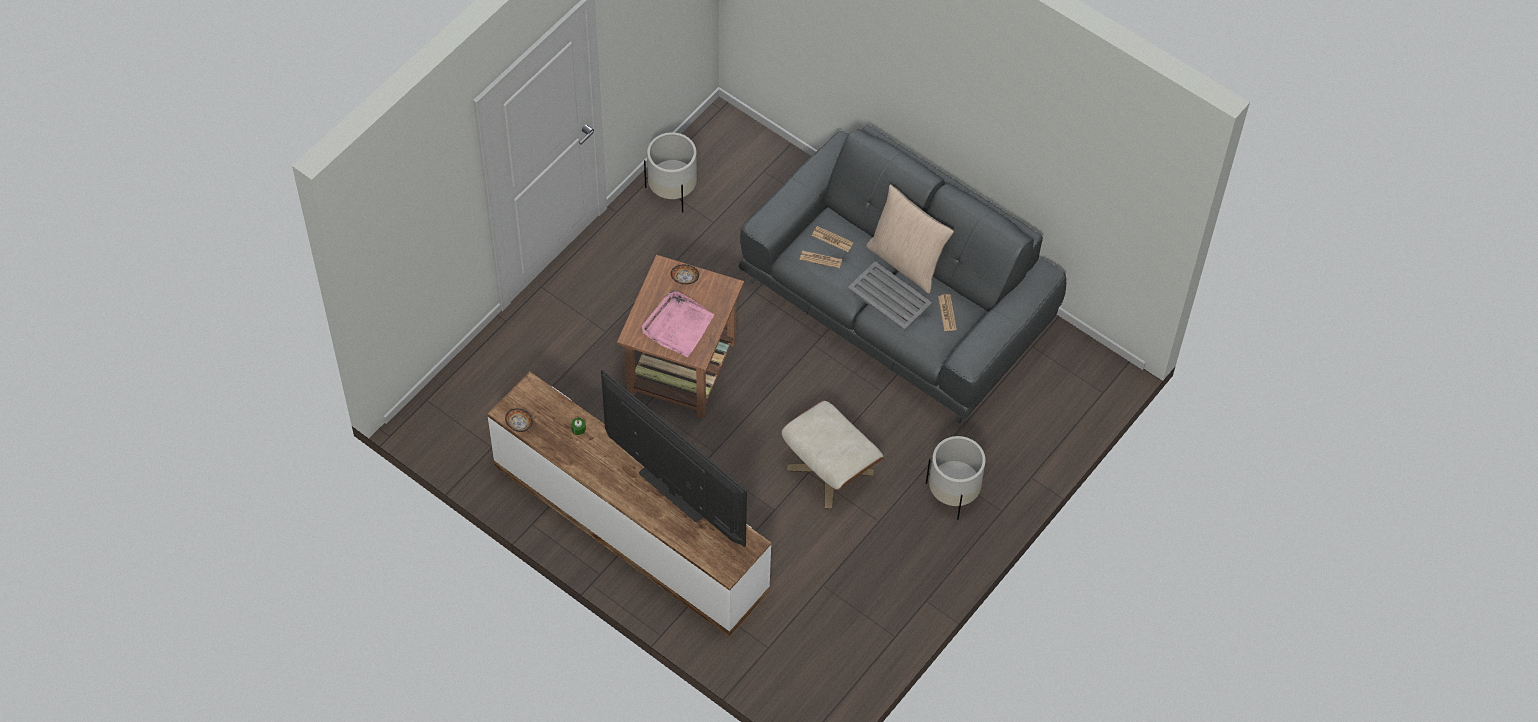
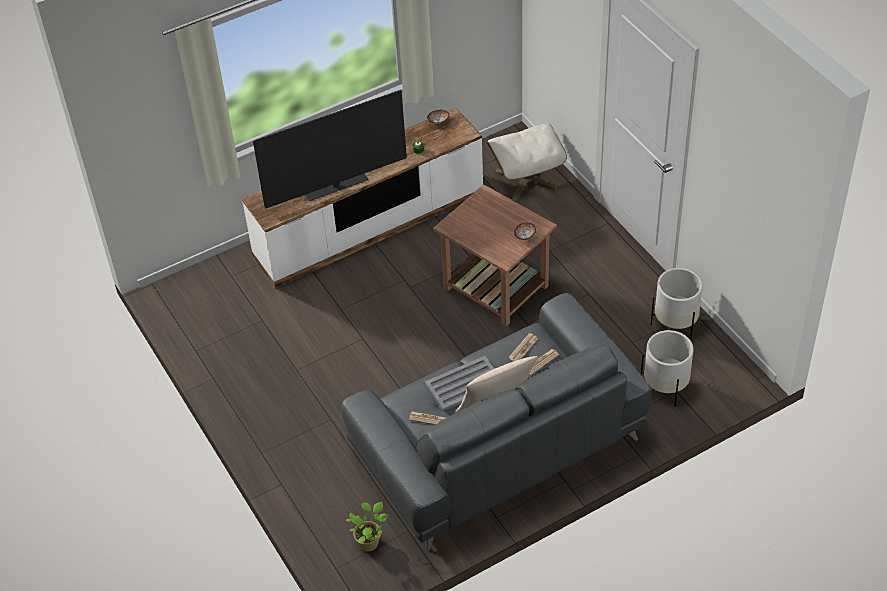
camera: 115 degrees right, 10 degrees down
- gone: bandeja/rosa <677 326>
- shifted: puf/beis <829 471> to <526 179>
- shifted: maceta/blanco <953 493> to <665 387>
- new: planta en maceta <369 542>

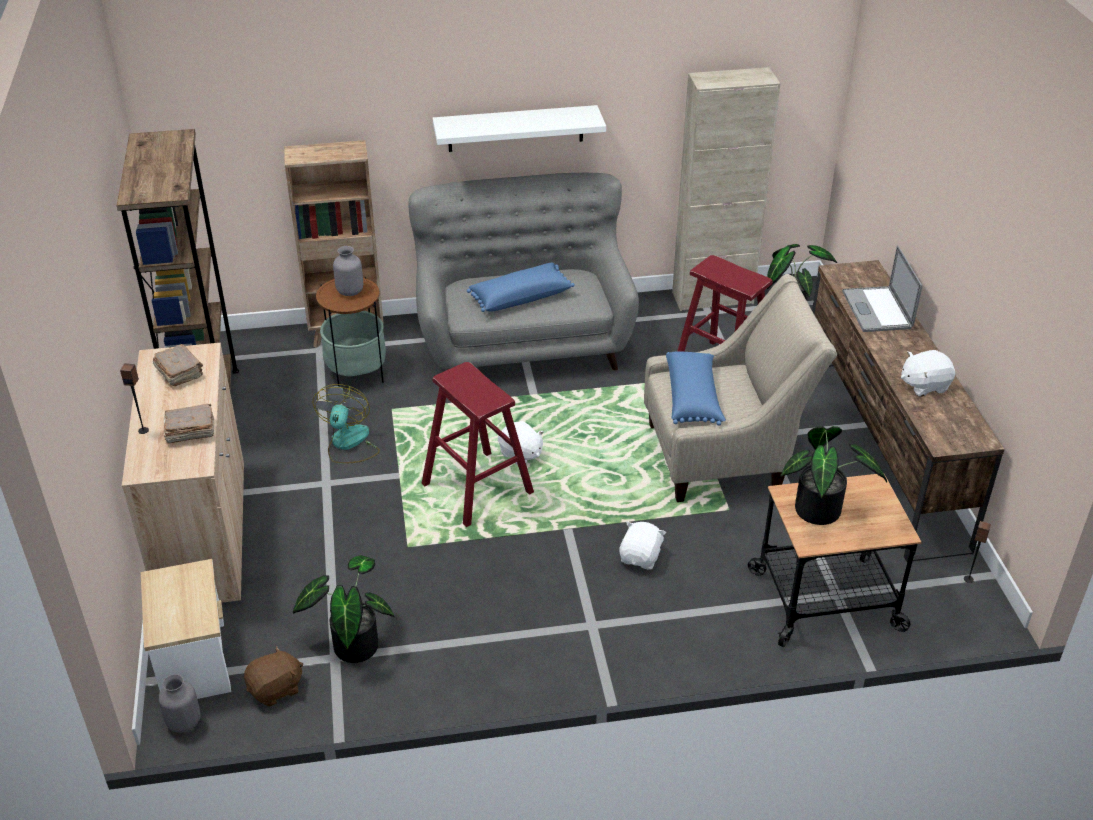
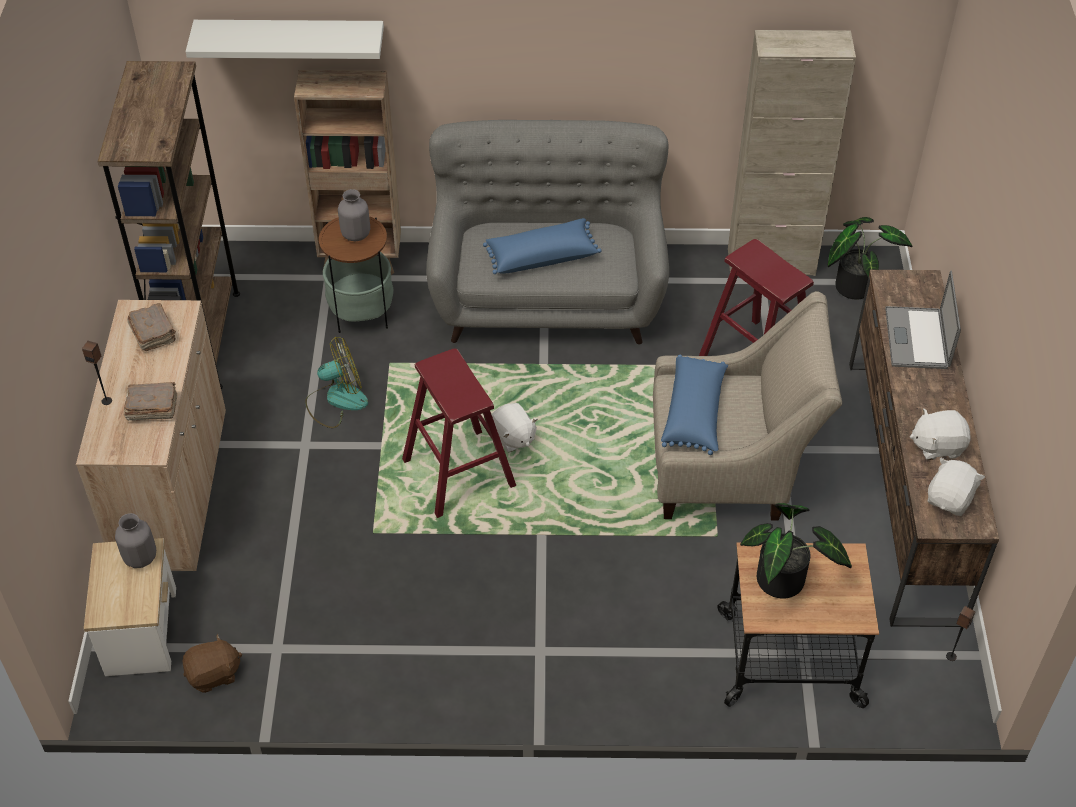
camera: 10 degrees right, 10 degrees up
- shifted: florero/gris <184 722> to <140 557>
- gone: planta en maceta <352 643>
- rotated: ventilador <348 444> = <336 400> 60 degrees clockwise
- shifted: estante/blanco <515 128> to <290 38>
- shifted: peluche/blanco <641 557> to <950 499>

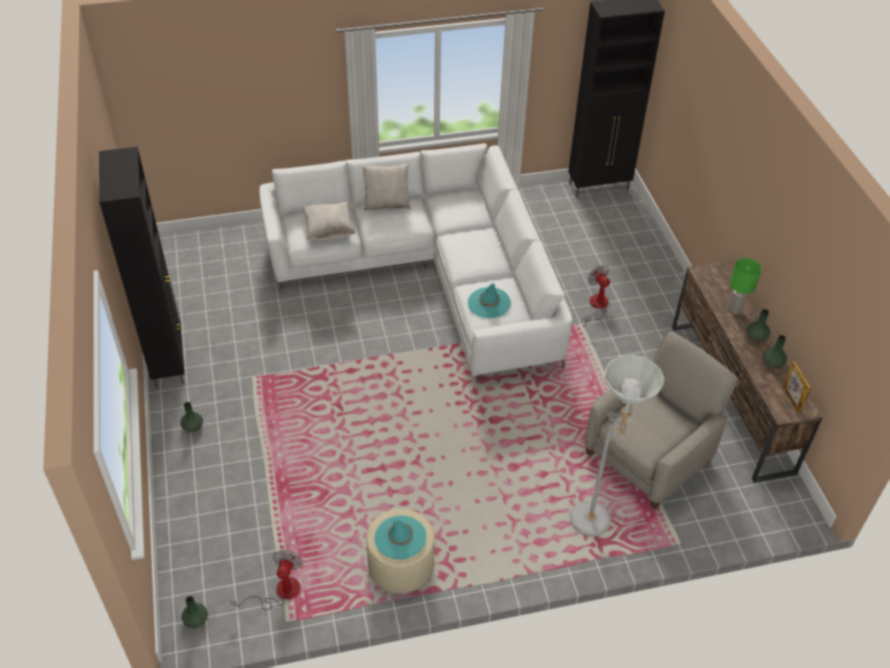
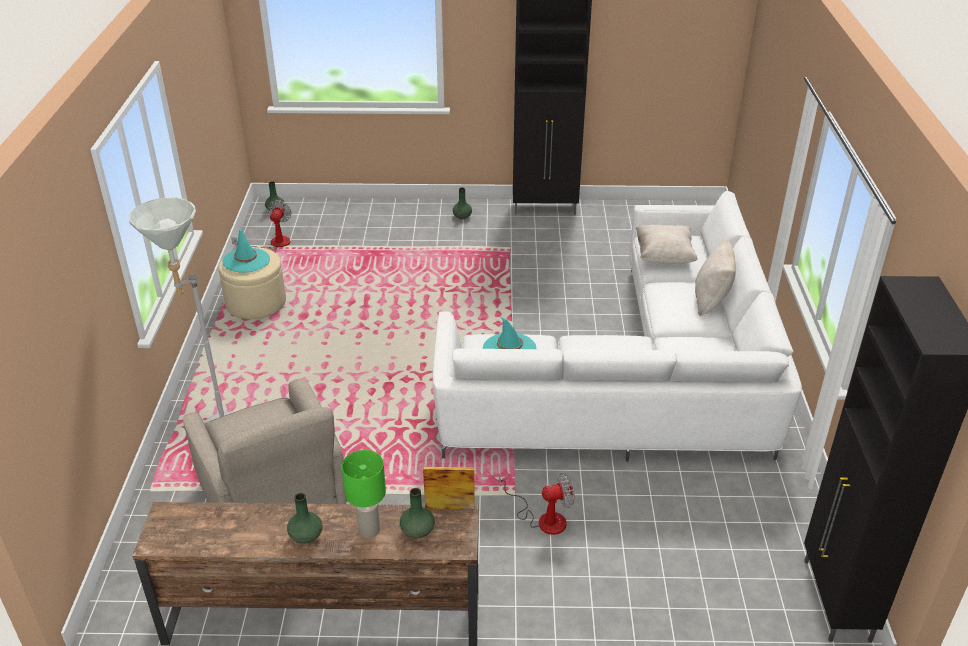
camera: 105 degrees right, 10 degrees down
- rotated: ventilador <279 592> = <273 244> 105 degrees counterclockwise
- shifted: florero/verde <772 362> to <418 531>
- shifted: portarretratos <791 399> to <449 507>

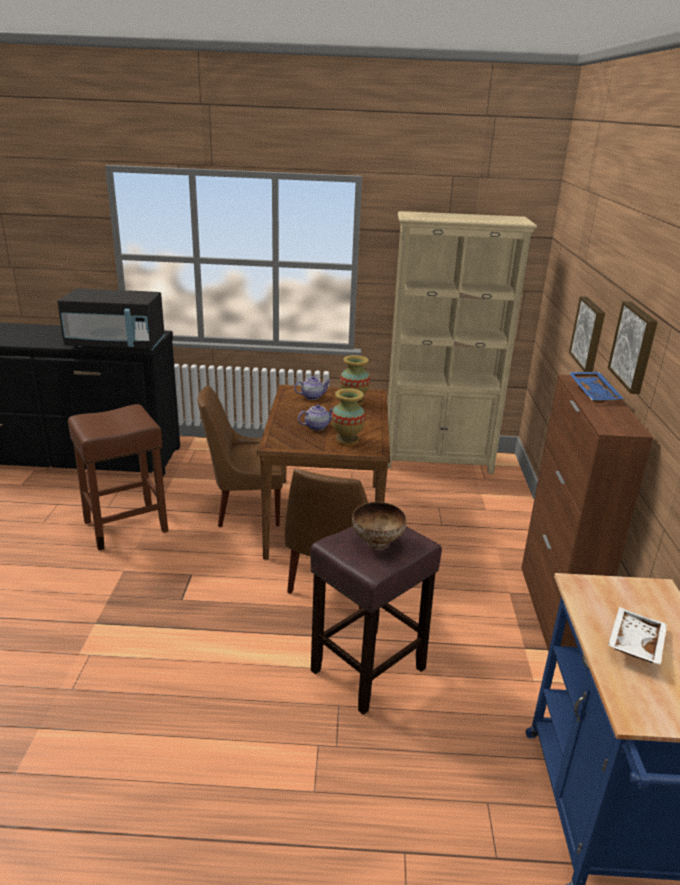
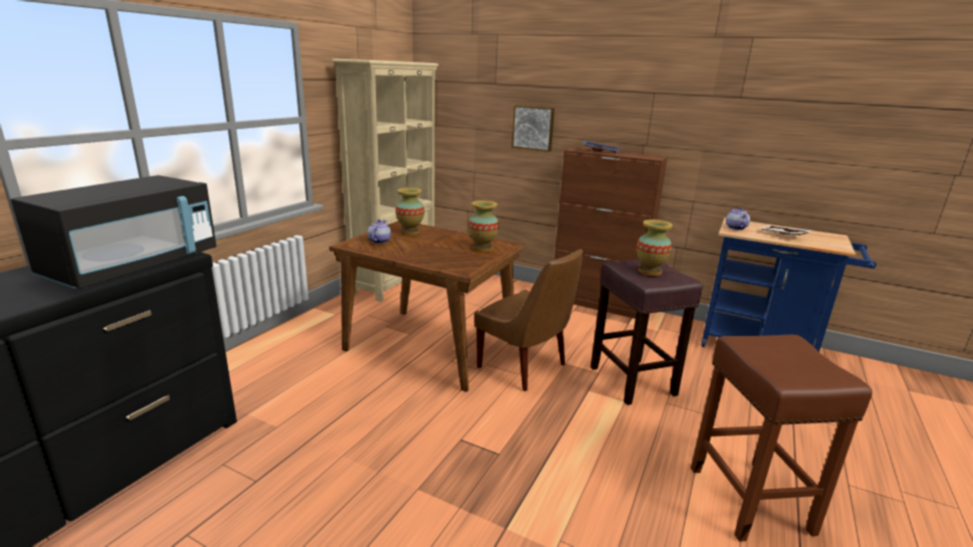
camera: 65 degrees left, 5 degrees down
- shifted: taburete/marrón <127 526> to <747 498>
- gone: silla/marrón <246 509>
- shifted: tetera <317 426> to <735 228>
- swapped: cuenco <376 543> to florero <649 271>
- gone: cuadro <635 346>

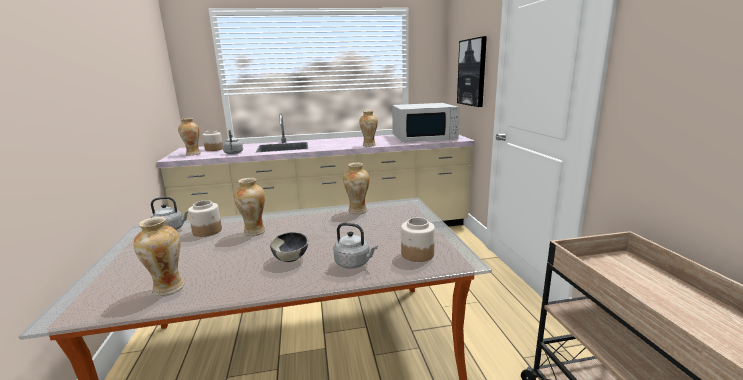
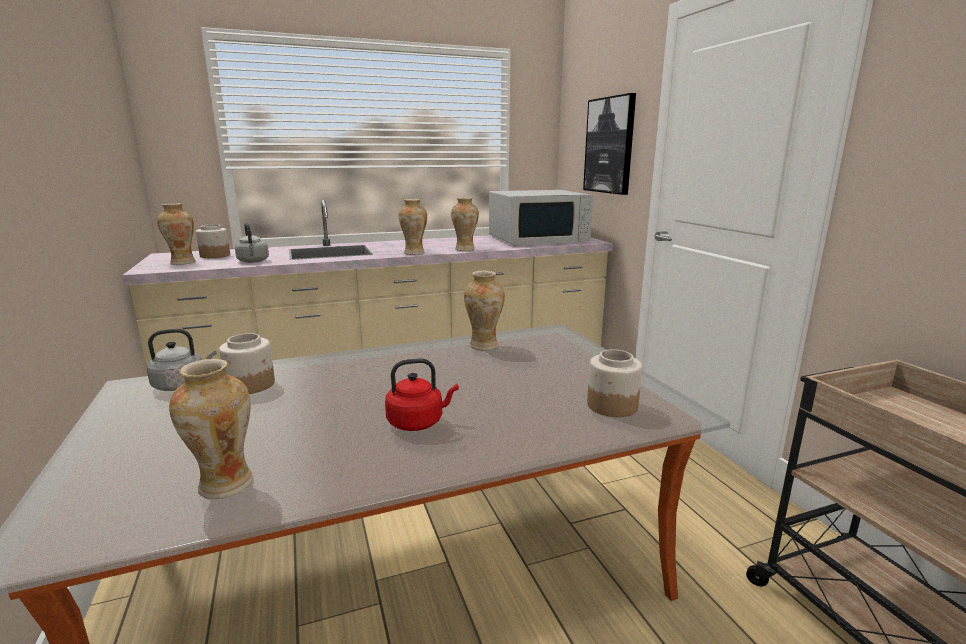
camera: 10 degrees left, 0 degrees up
- shifted: florero <254 232> to <414 253>
- swapped: cuenco <291 258> to hervidor/rojo <418 422>
- gone: hervidor/gris <354 263>

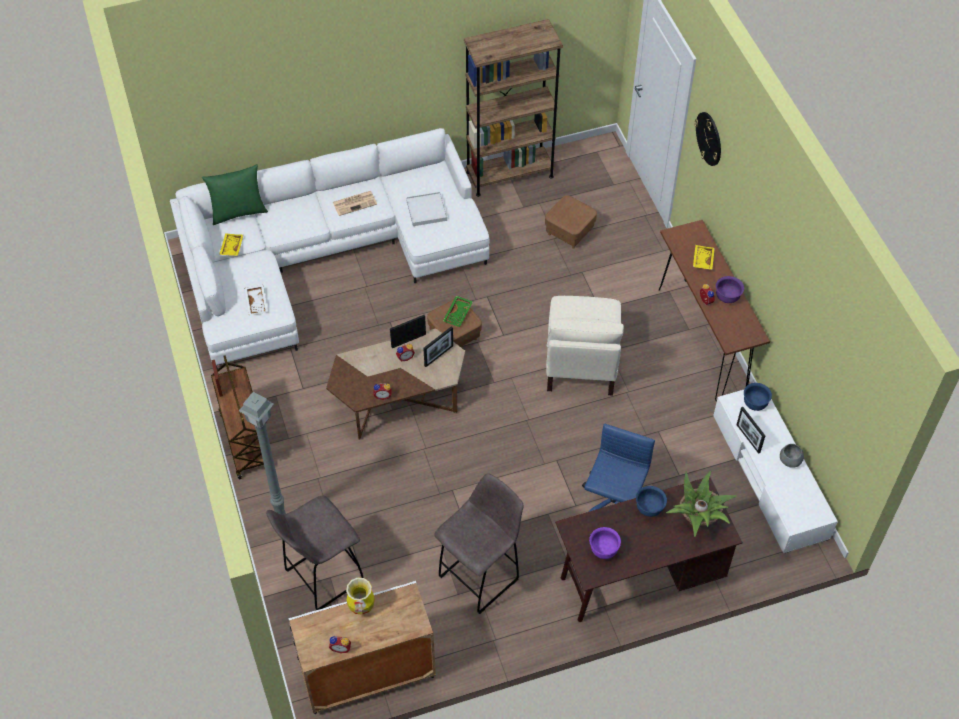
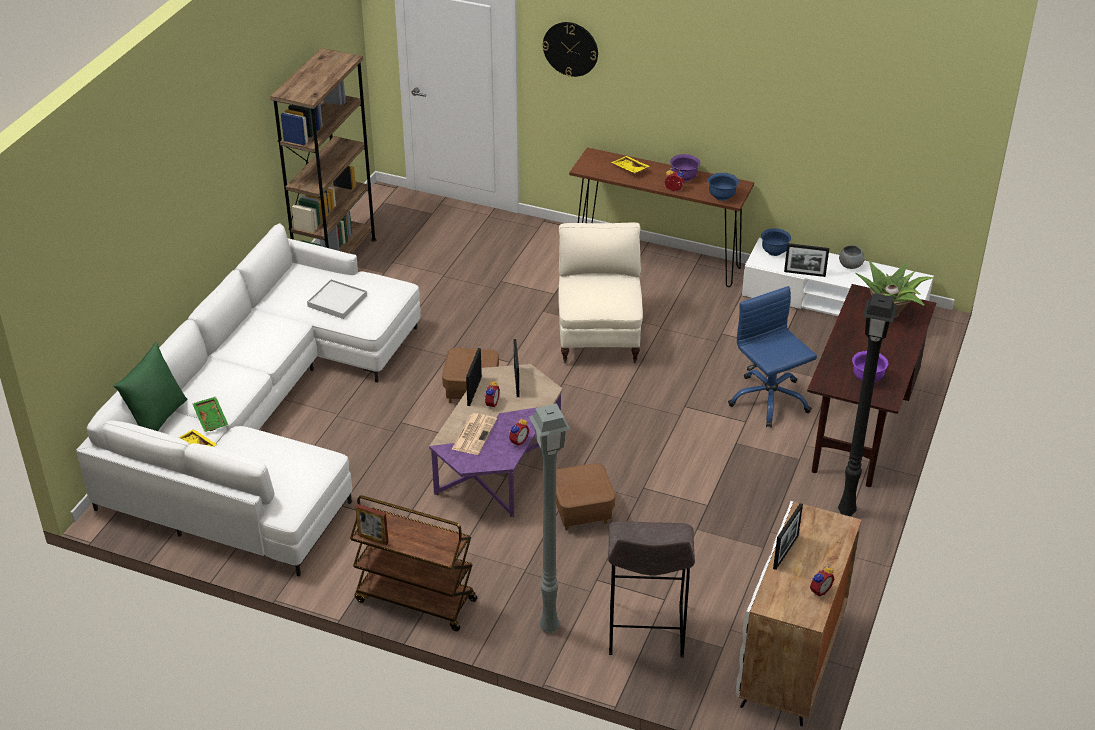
camera: 50 degrees left, 15 degrees down
- gone: bandeja/blanco <257 302>
- repainted: mesa de centro/marrón <398 399> to mesa de centro/morado <497 465>
- shifted: periódico <355 203> to <474 434>
- swapped: florero <361 607> to portarretratos <785 552>
- gone: taburete/gris <481 576>
- shifted: bandeja/verde <458 314> to <212 418>
- shifted: puf/marrón <569 232> to <581 512>
- rotated: sillón/beis <580 364> = <599 336> 135 degrees counterclockwise
- shifted: cuenco/azul <649 508> to <722 196>
- new: lámpara de pie/negro <847 512>

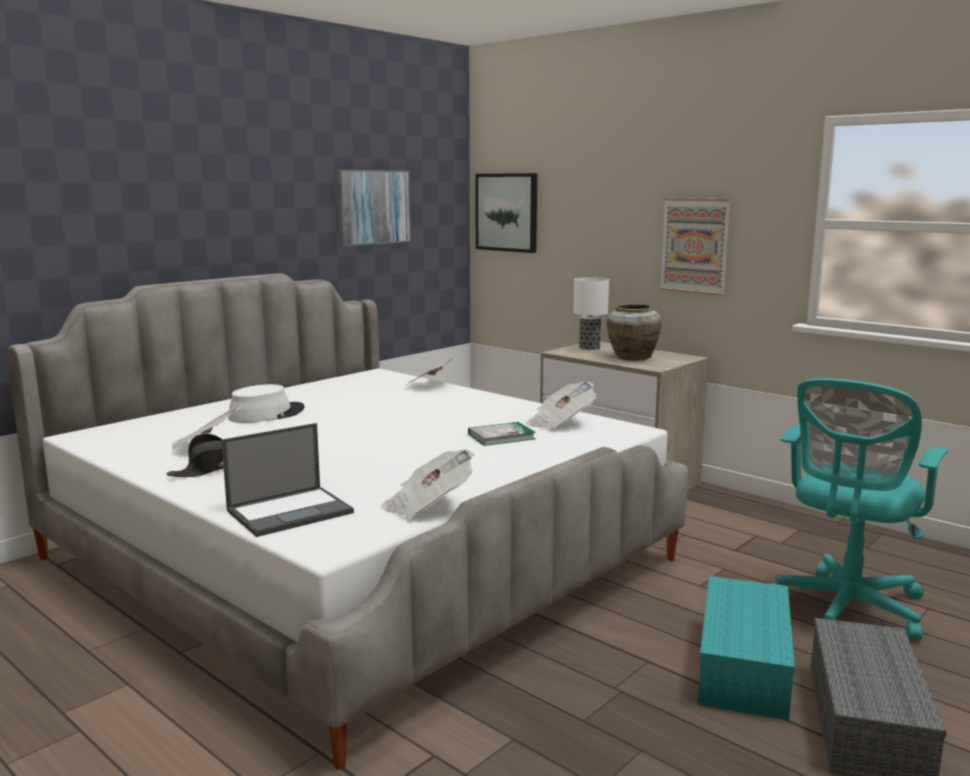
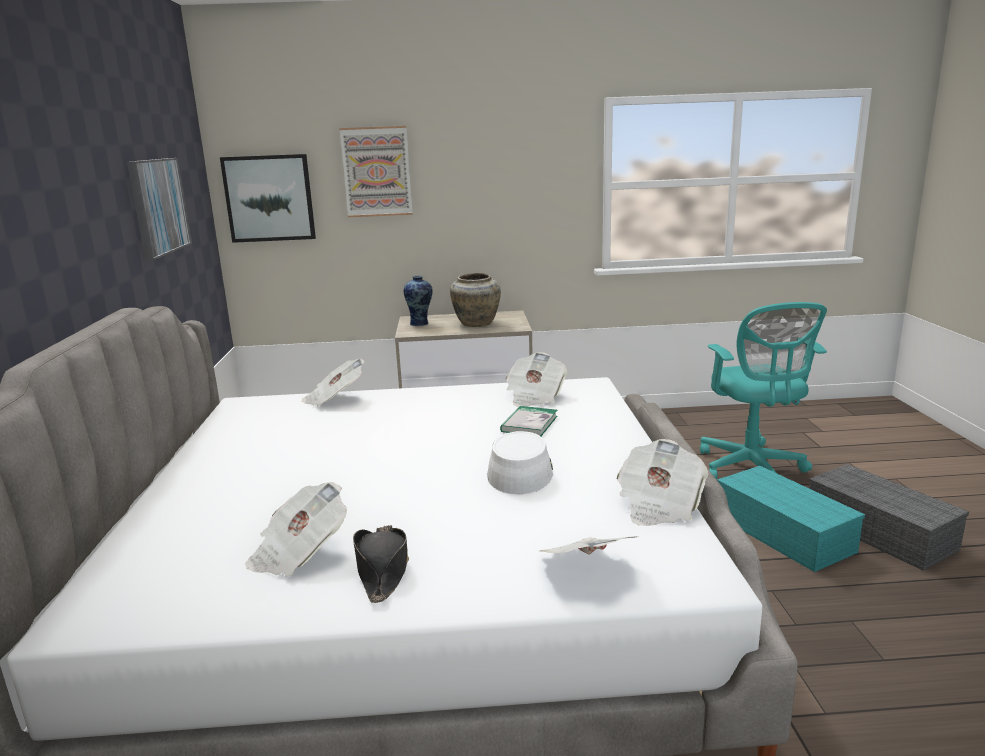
camera: 45 degrees left, 5 degrees up
- swapped: portátil <291 511> to periódico <587 568>
- shifted: sombrero/blanco <266 414> to <520 471>
- swapped: lámpara de mesa <589 348> to florero <420 323>
- shifted: cuadro <695 246> to <377 172>

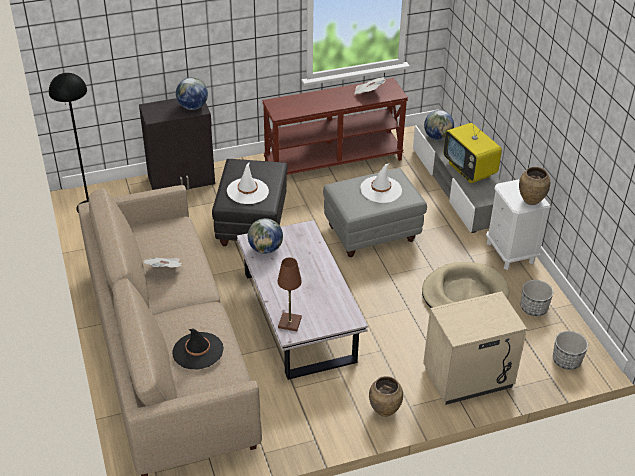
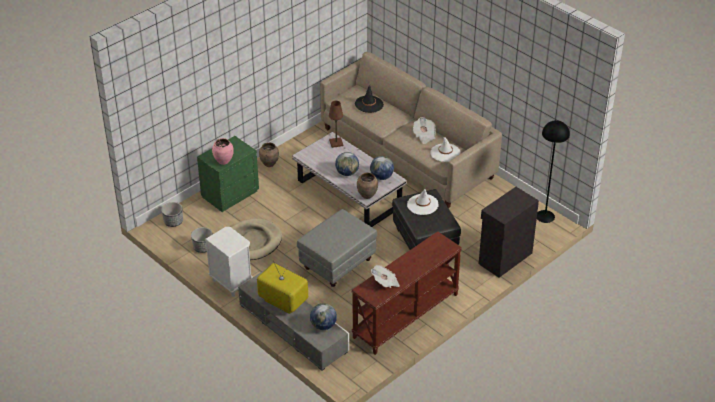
camera: 155 degrees right, 0 degrees up
- shifted: globo terráqueo <192 107> to <347 173>
- shifted: sombrero/blanco <381 190> to <445 153>
- repainted: mesita de noche/beis <468 378> to mesita de noche/verde <229 194>
- shifted: florero/marrón <531 200> to <367 195>
- new: florero/rosa <223 161>

